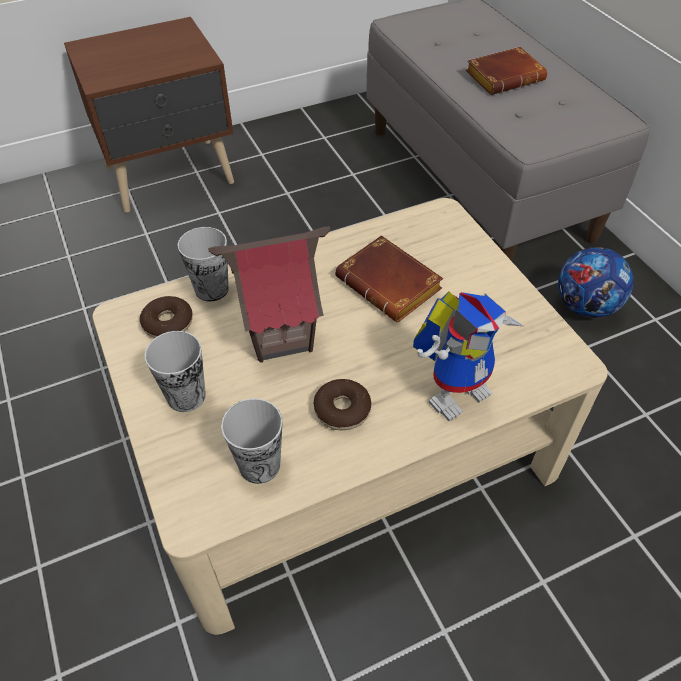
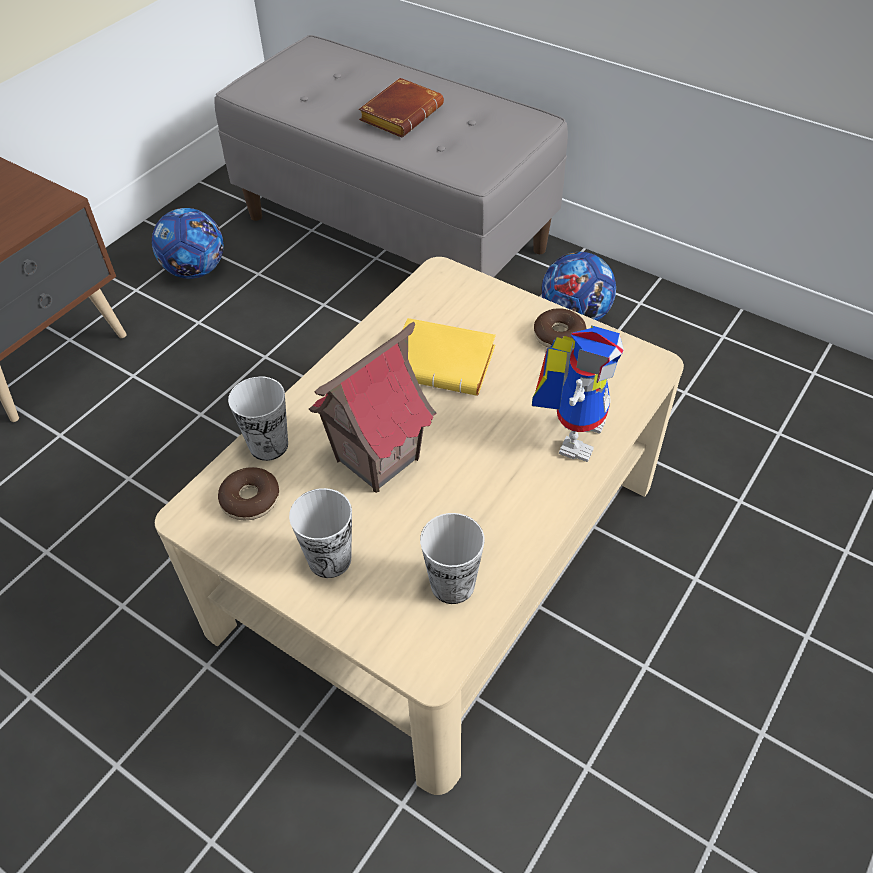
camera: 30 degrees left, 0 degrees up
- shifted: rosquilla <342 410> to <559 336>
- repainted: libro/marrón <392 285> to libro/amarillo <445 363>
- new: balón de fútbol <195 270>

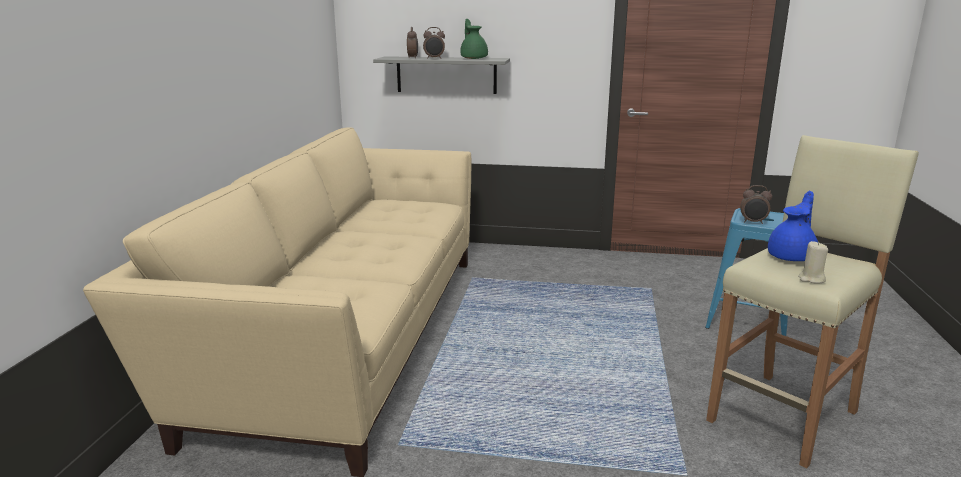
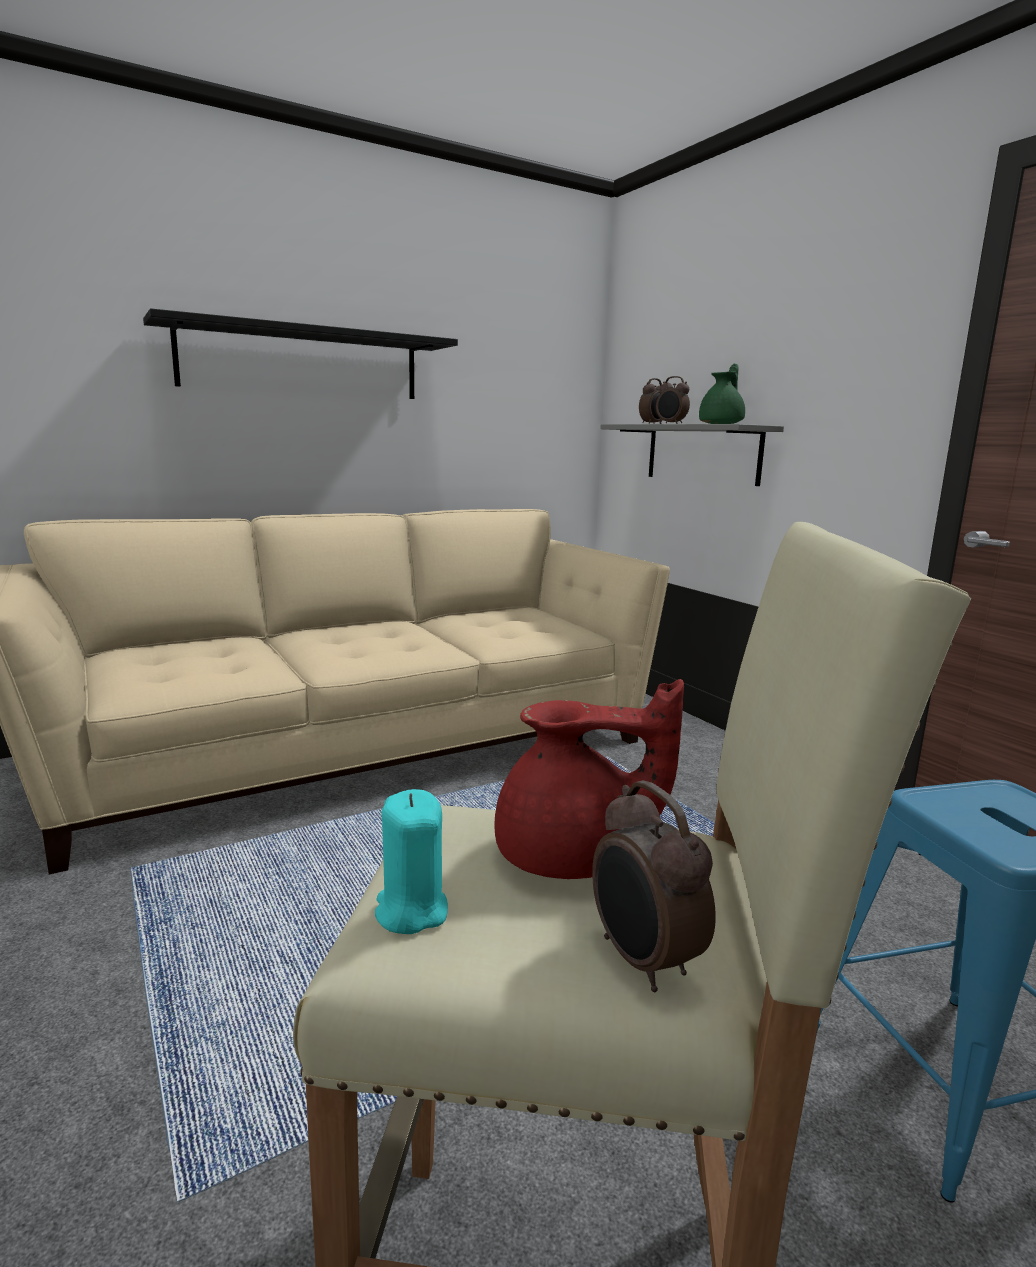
camera: 50 degrees right, 5 degrees down
- shifted: despertador <753 222> to <642 961>
- repainted: tetera/azul <792 257> to tetera/rojo <573 858>
- repainted: vela/beis <811 279> to vela/turquesa <411 911>
- new: estante/negro <302 363>

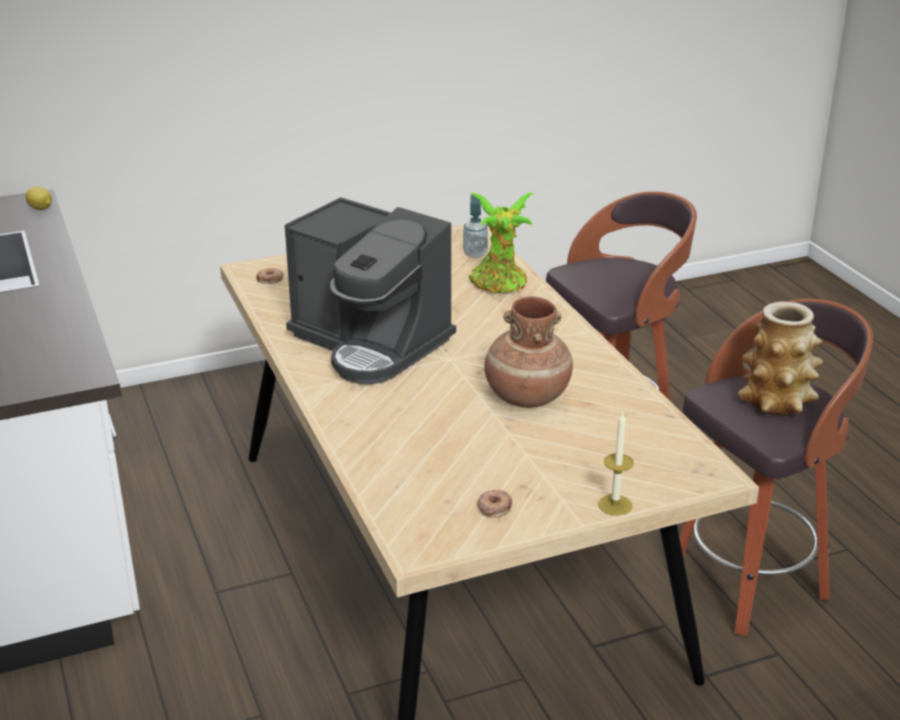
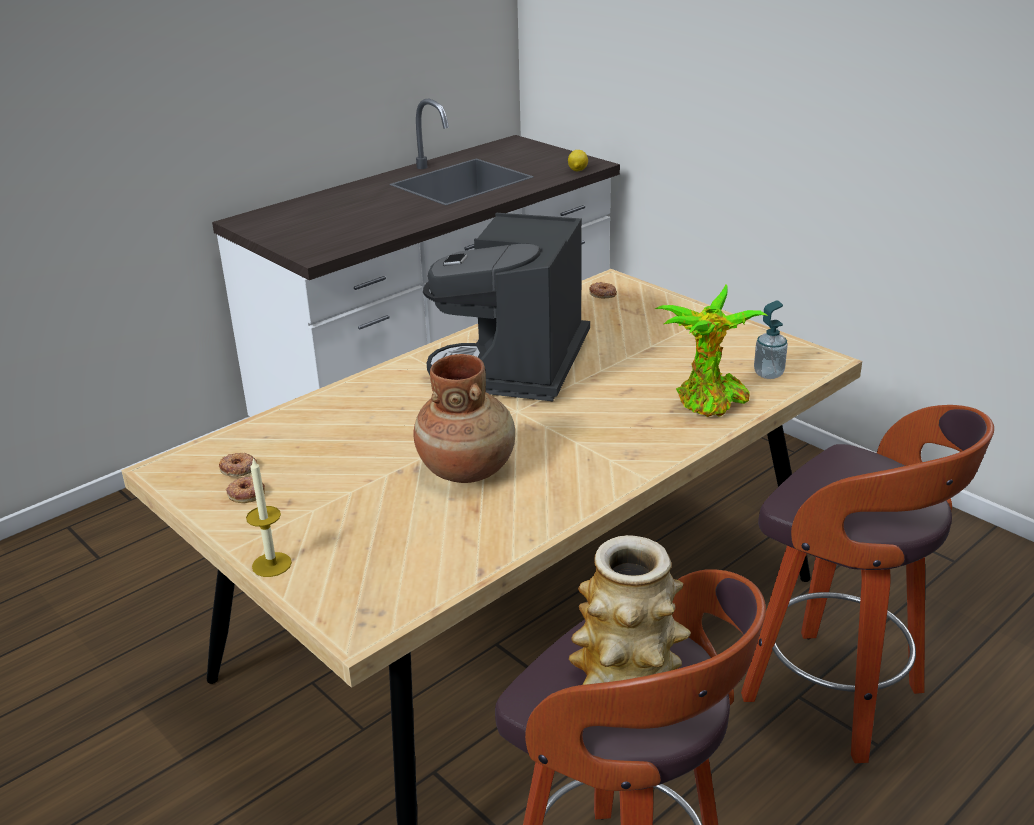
camera: 70 degrees right, 0 degrees up
- new: rosquilla <238 469>

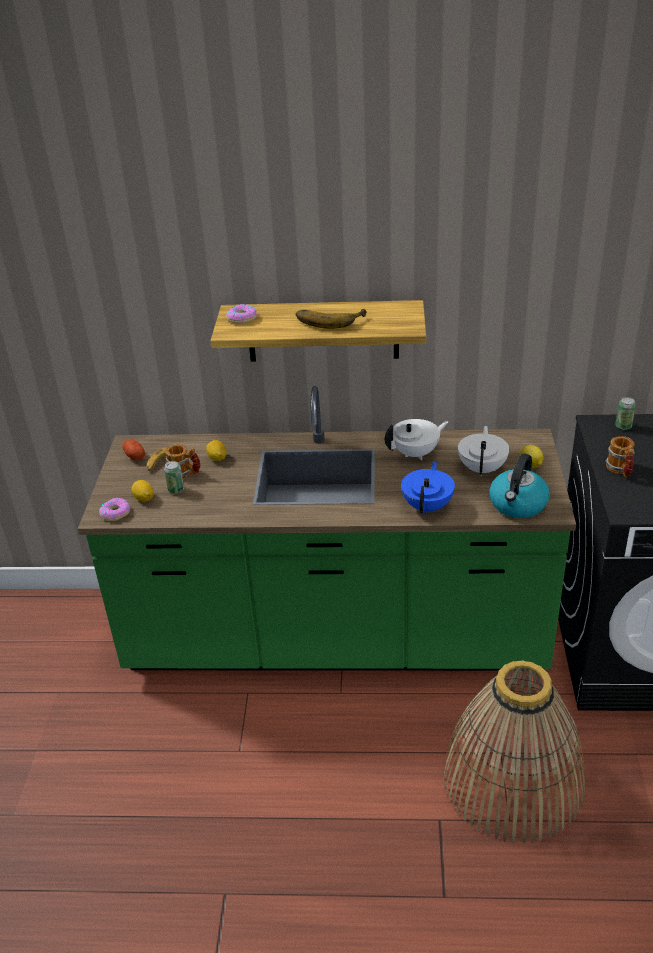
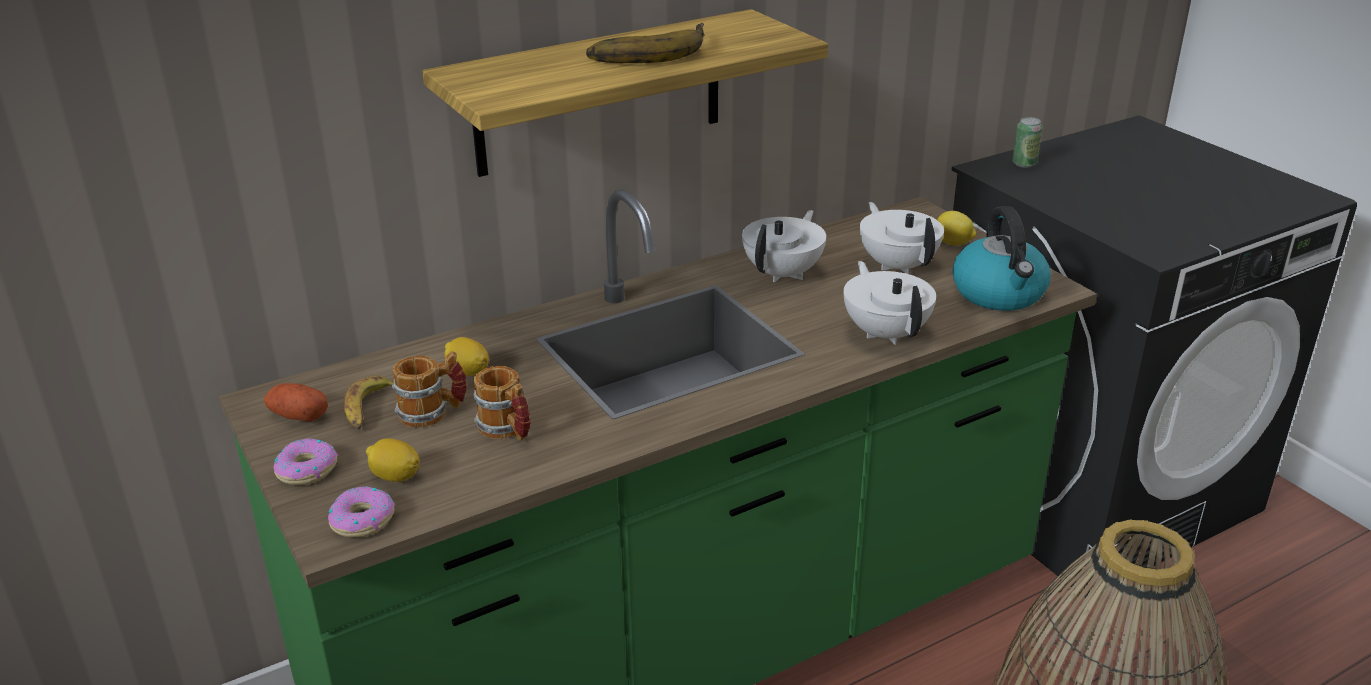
camera: 35 degrees left, 5 degrees down
- gone: lata <176 490>
- shifted: rosquilla <242 318> to <306 469>
- repainted: tetera/azul <428 506> to tetera/blanco <886 333>
- shifted: taza grande <620 470> to <507 430>

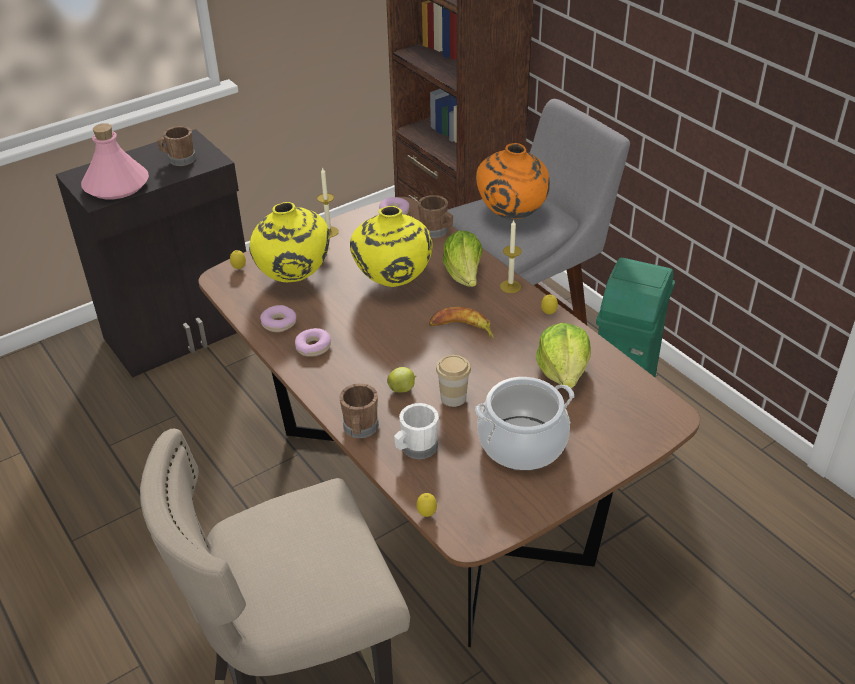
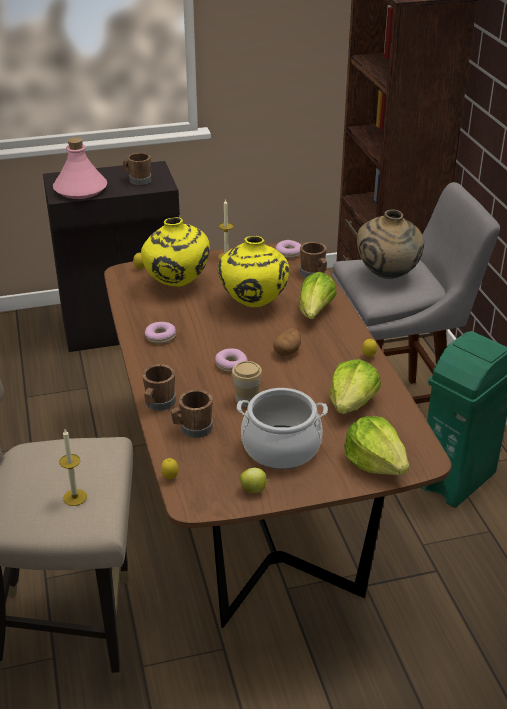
camera: 20 degrees right, 5 degrees down
- shifted: rosquilla <279 323> to <231 365>
- shifted: manzana <402 389> to <254 490>
- repainted: taza grande/blanco <416 448> to taza grande/marrón <192 429>
- swapped: plátano <462 329> to patata <287 351>
- repainted: florero/naranja <511 216> to florero/beis <387 276>
- shifted: vela <510 286> to <75 497>
- new: lechuga <375 463>

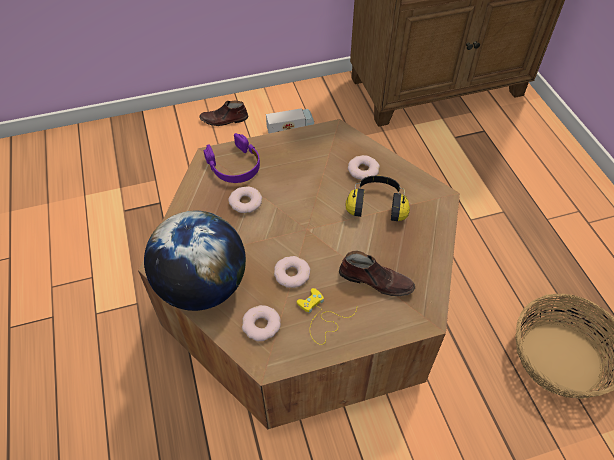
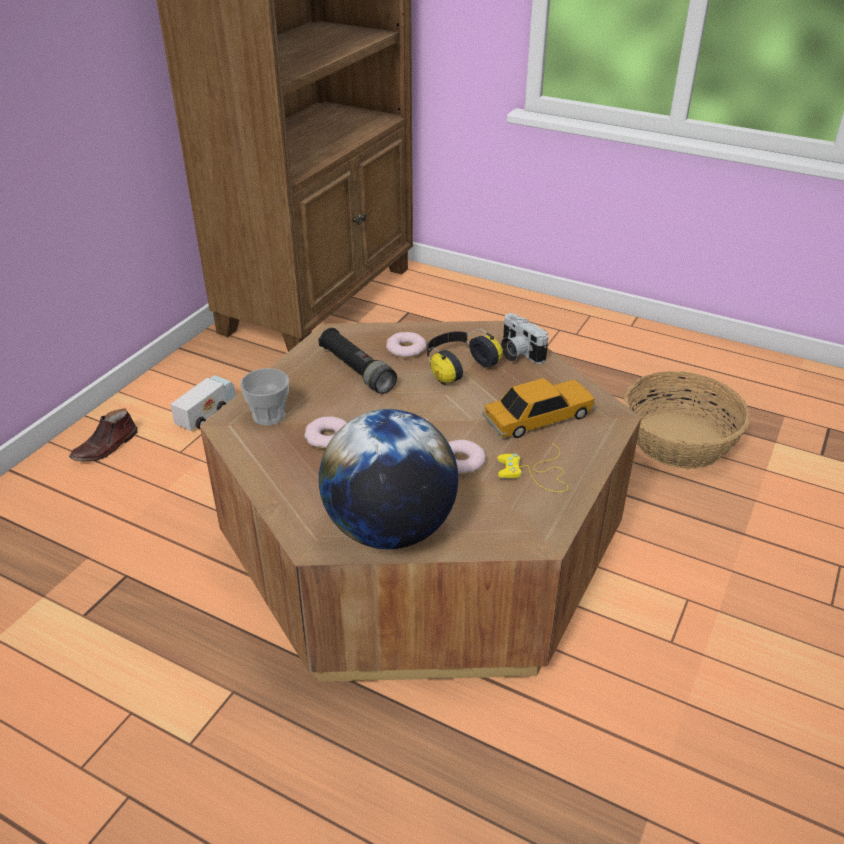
camera: 45 degrees left, 15 degrees down
- swapped: auriculares/morado <235 166> to taza <269 416>
- gone: rosquilla <261 325>
- swapped: zapato/marrón <376 280> to coche de juguete <538 418>
- new: linterna/negro <357 370>
- new: cámara <517 353>

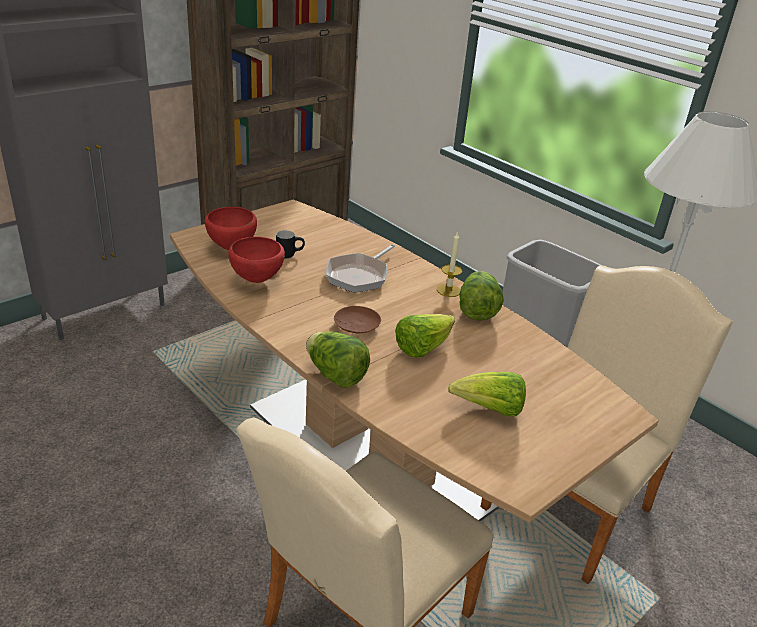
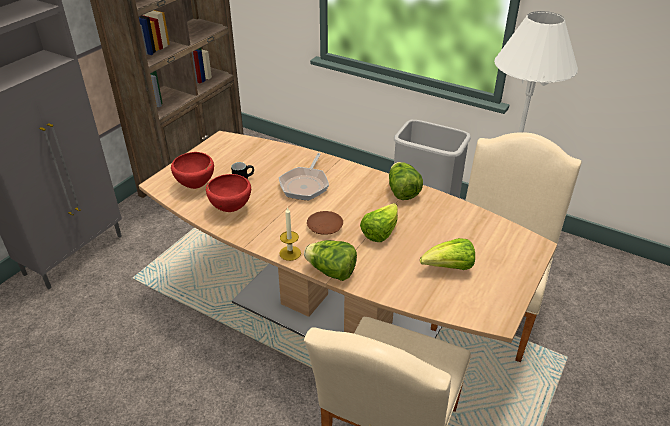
camera: 15 degrees left, 5 degrees up
- shifted: vela <448 290> to <290 253>

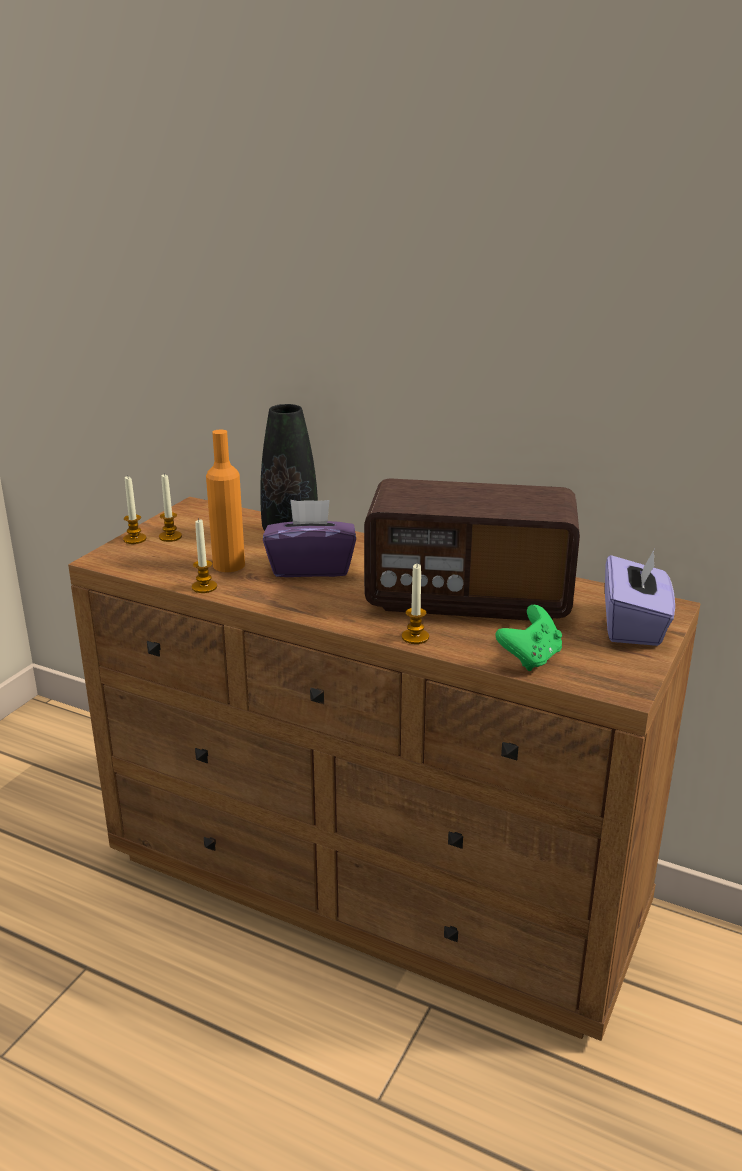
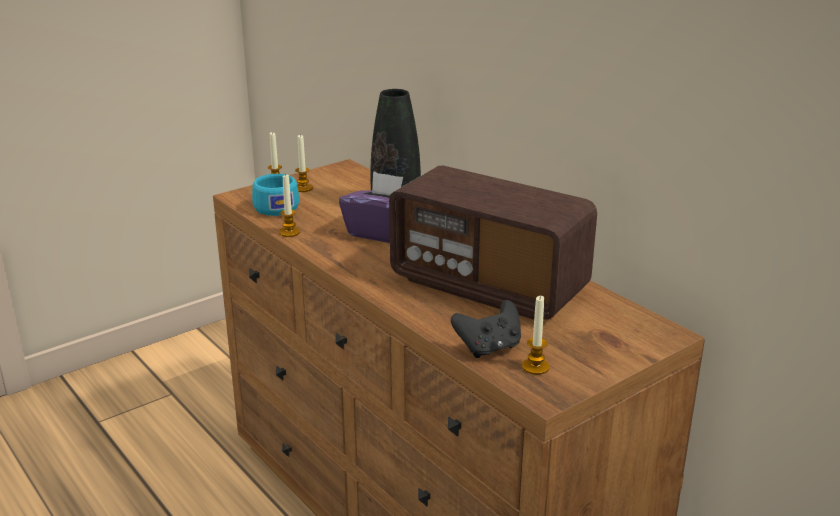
camera: 25 degrees right, 0 degrees up
- gone: botella/naranja <229 565>
- shifted: vela <415 637> to <535 367>
- repainted: mando de consola/verde <530 658> to mando de consola/negro <489 348>
- gone: caja de pañuelos/morado <634 626>
- new: taza/turquesa <274 206>

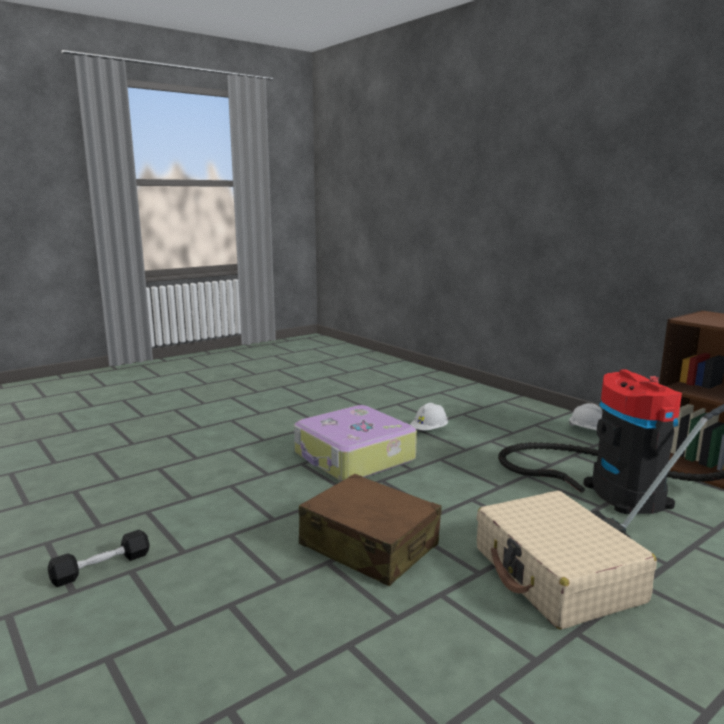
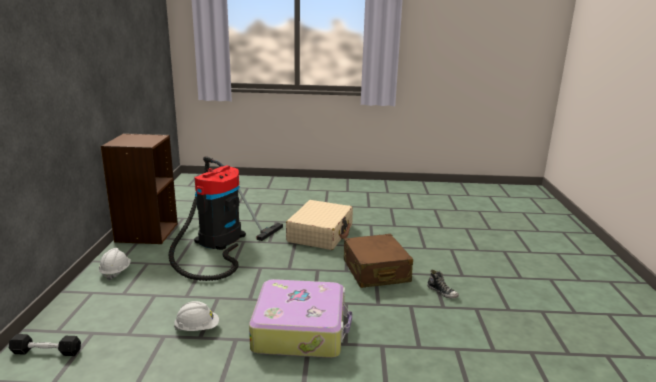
camera: 140 degrees left, 5 degrees up
- shifted: mancuerna/negro <101 567> to <46 352>
- new: zapato <442 292>

